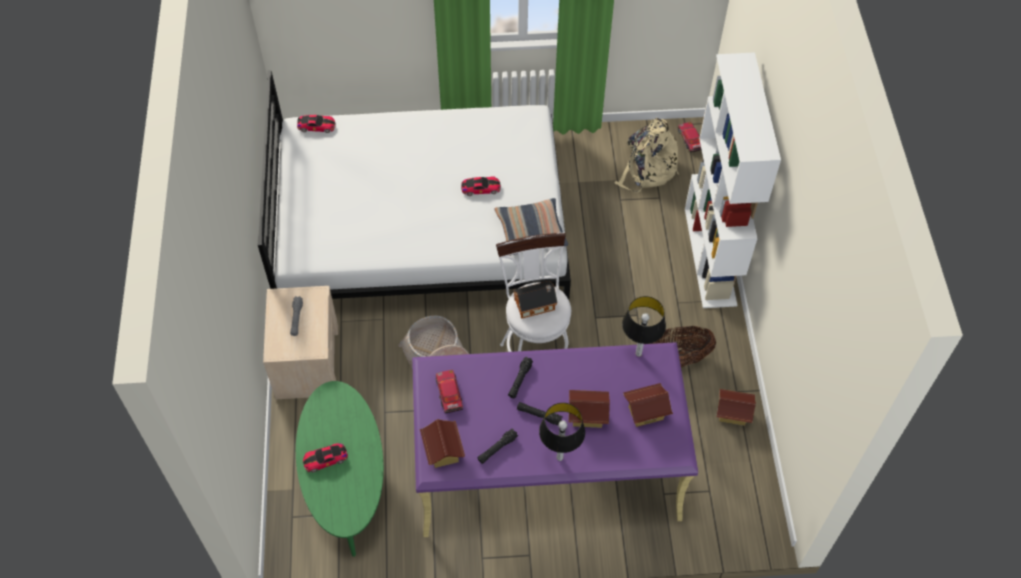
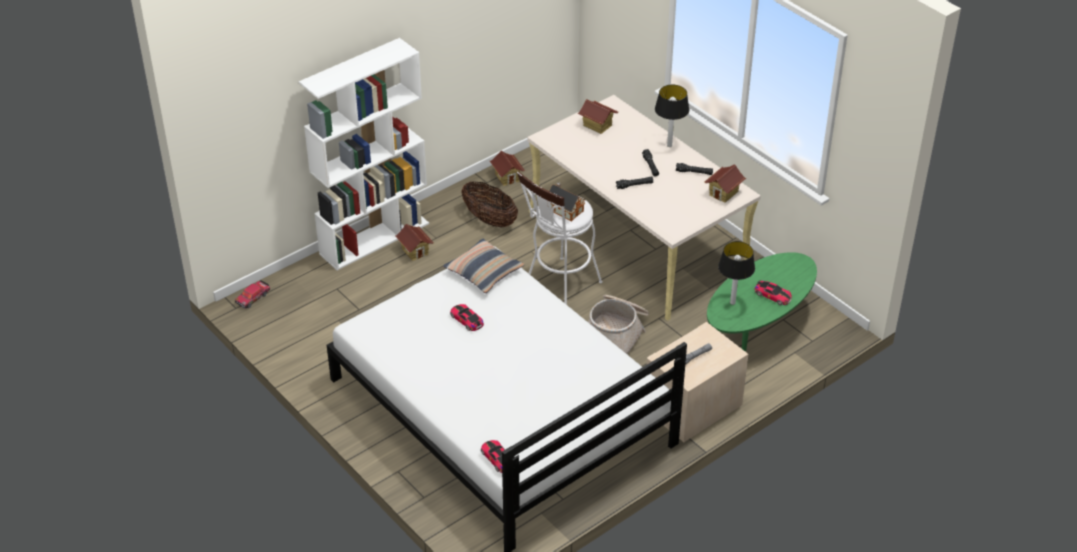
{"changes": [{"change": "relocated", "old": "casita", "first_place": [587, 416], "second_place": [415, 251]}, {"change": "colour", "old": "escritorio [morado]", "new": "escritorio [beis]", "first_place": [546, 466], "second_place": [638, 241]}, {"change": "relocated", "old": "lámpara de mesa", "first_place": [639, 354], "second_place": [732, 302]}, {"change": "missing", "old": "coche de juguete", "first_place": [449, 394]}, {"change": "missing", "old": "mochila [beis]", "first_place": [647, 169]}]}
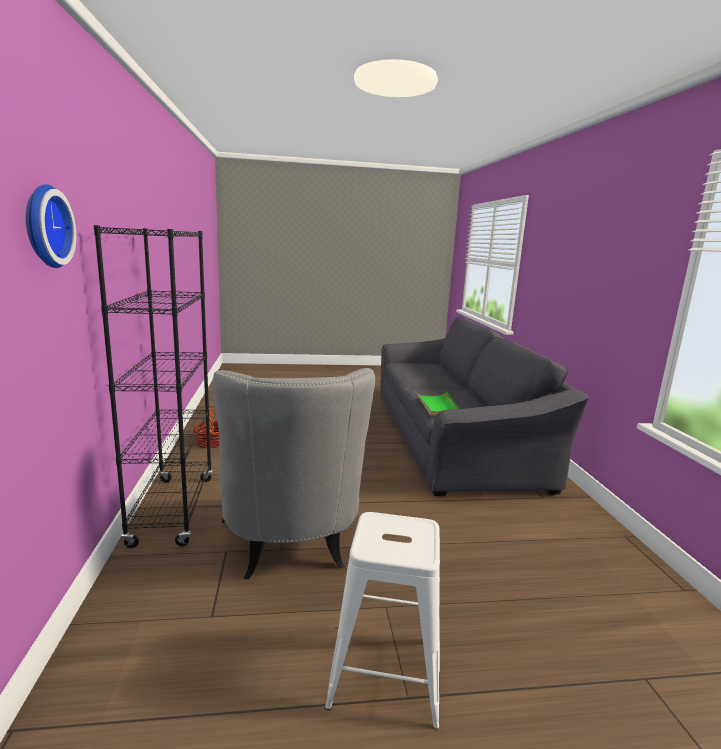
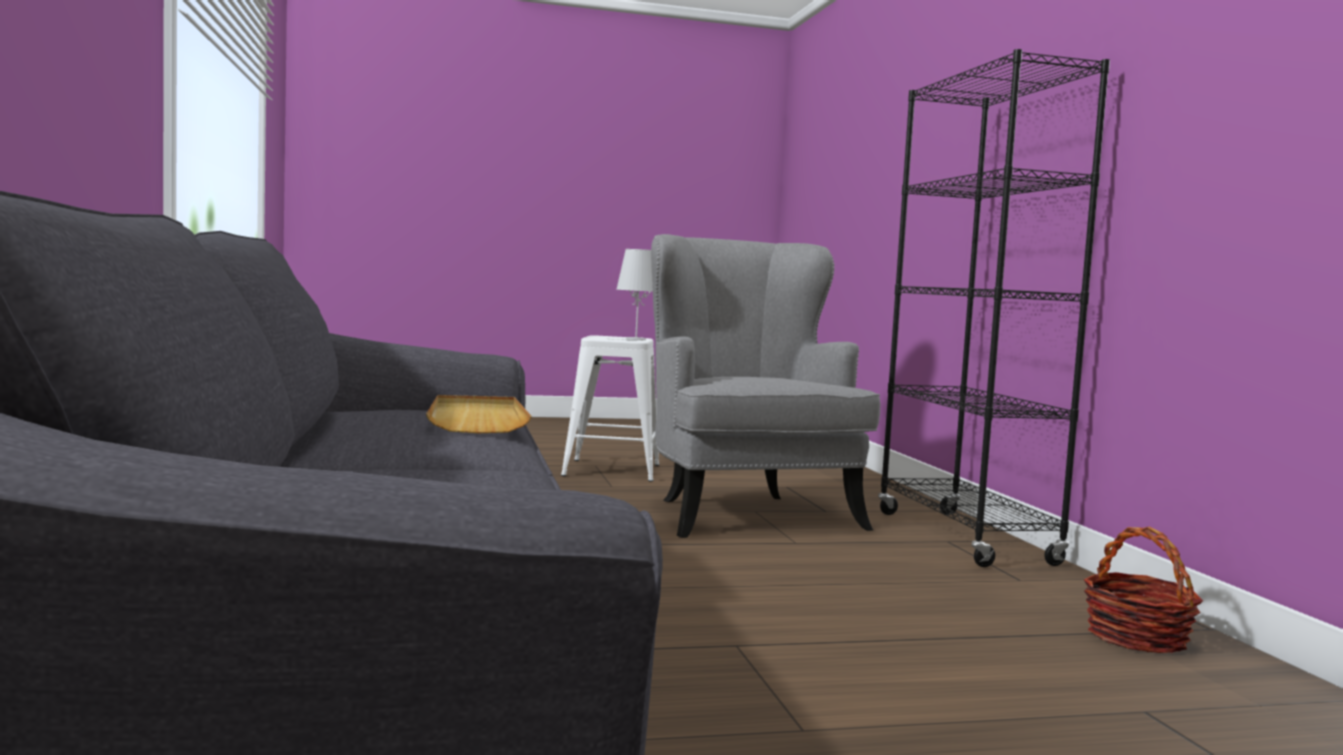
{"changes": [{"change": "colour", "old": "bandeja [verde]", "new": "bandeja [beis]", "first_place": [437, 405], "second_place": [477, 420]}, {"change": "appeared", "new": "lámpara de mesa [blanco]", "second_place": [636, 339]}, {"change": "missing", "old": "reloj de pared", "first_place": [44, 226]}]}
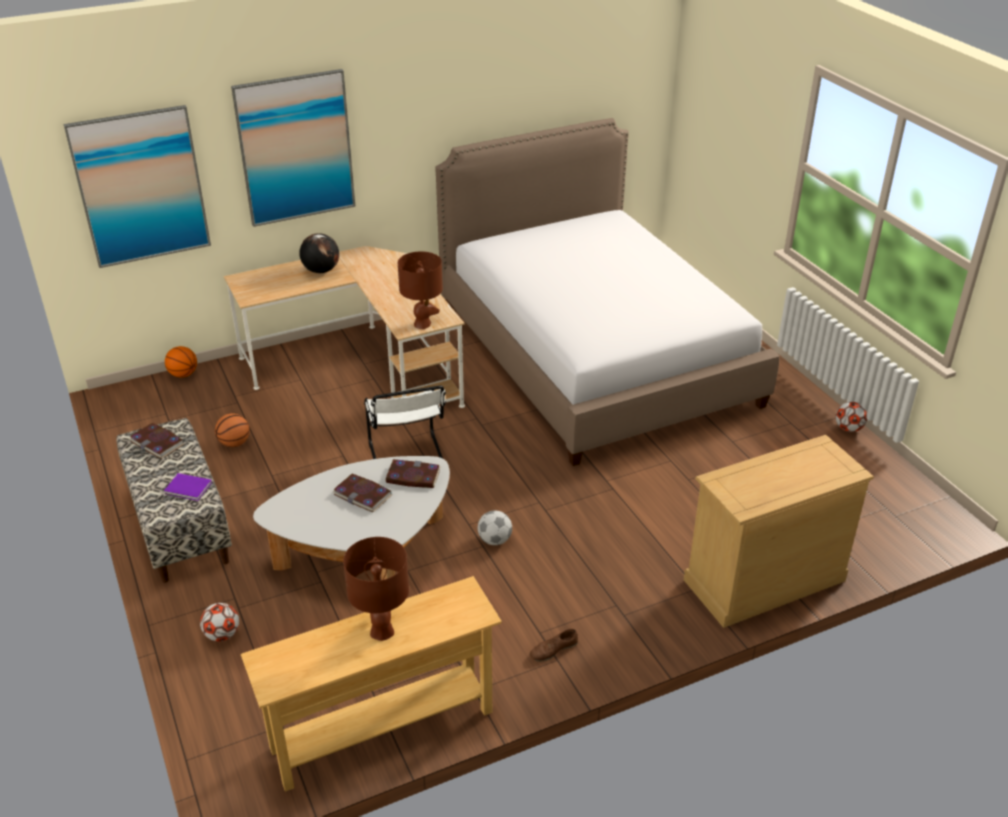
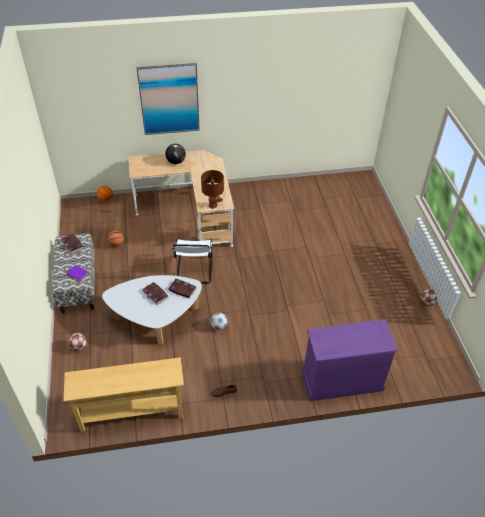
{"changes": [{"change": "colour", "old": "cómoda [beis]", "new": "cómoda [morado]", "first_place": [763, 580], "second_place": [341, 380]}, {"change": "missing", "old": "cuadro", "first_place": [141, 187]}, {"change": "missing", "old": "lámpara de mesa [marrón]", "first_place": [382, 630]}, {"change": "missing", "old": "cama", "first_place": [595, 355]}]}
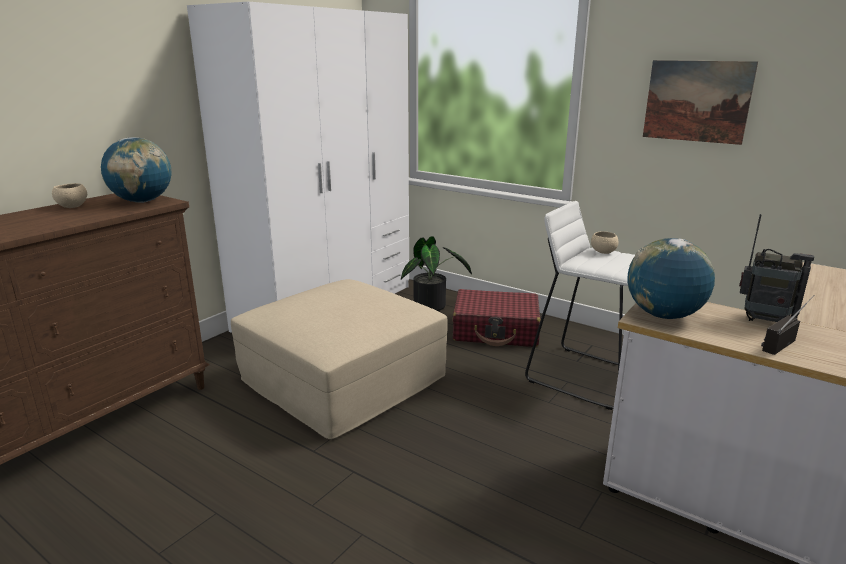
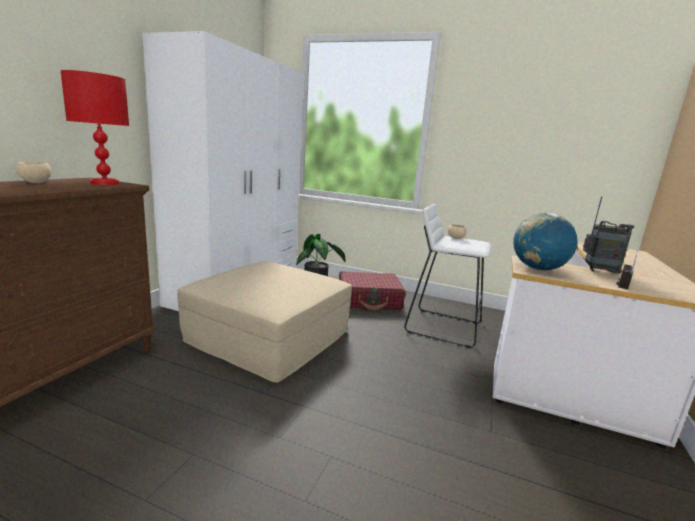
{"changes": [{"change": "exchanged", "old": "globo terráqueo", "new": "lámpara de mesa [rojo]", "first_place": [142, 201], "second_place": [105, 183]}, {"change": "missing", "old": "cuadro", "first_place": [696, 101]}]}
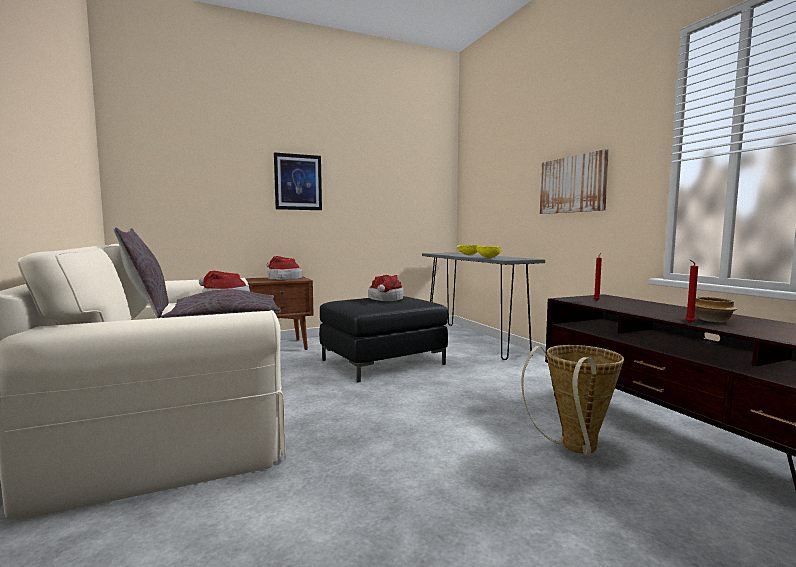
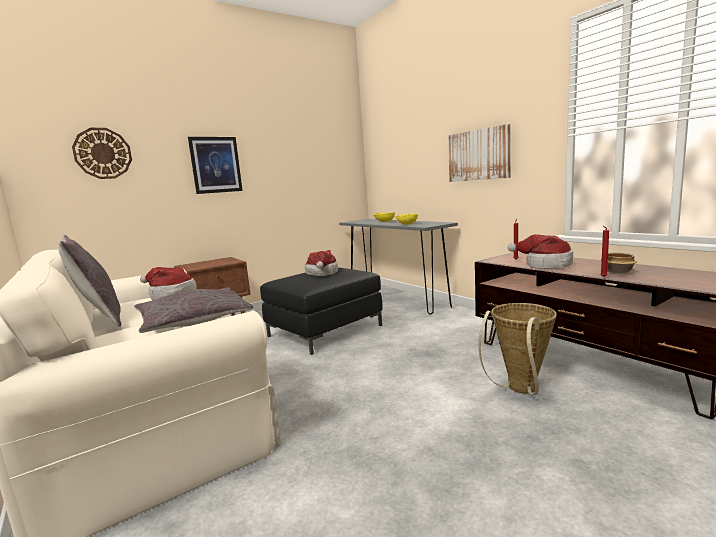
{"changes": [{"change": "appeared", "new": "reloj de pared", "second_place": [103, 153]}, {"change": "relocated", "old": "sombrero", "first_place": [283, 278], "second_place": [545, 265]}]}
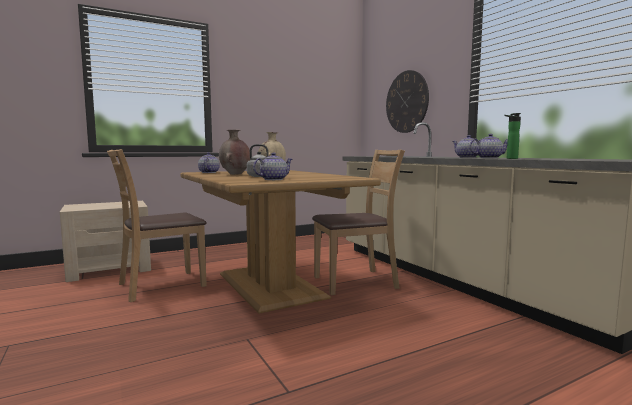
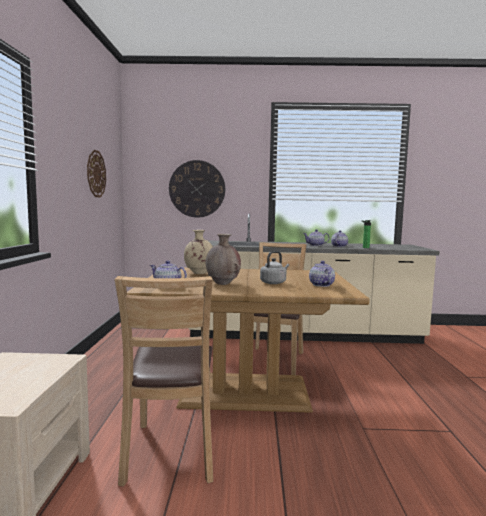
{"changes": [{"change": "appeared", "new": "reloj de pared", "second_place": [96, 174]}]}
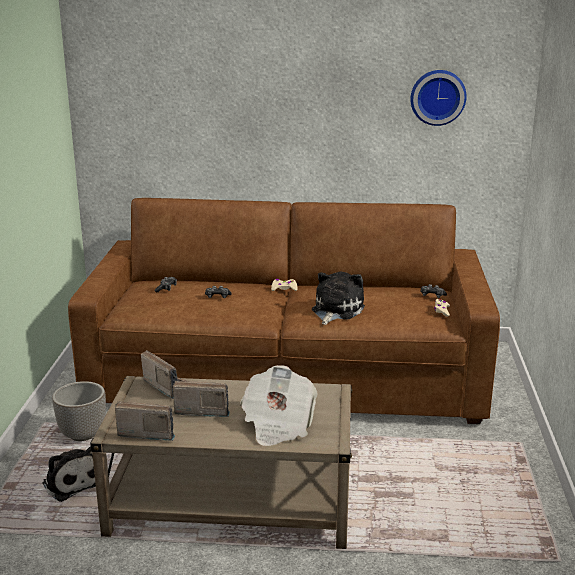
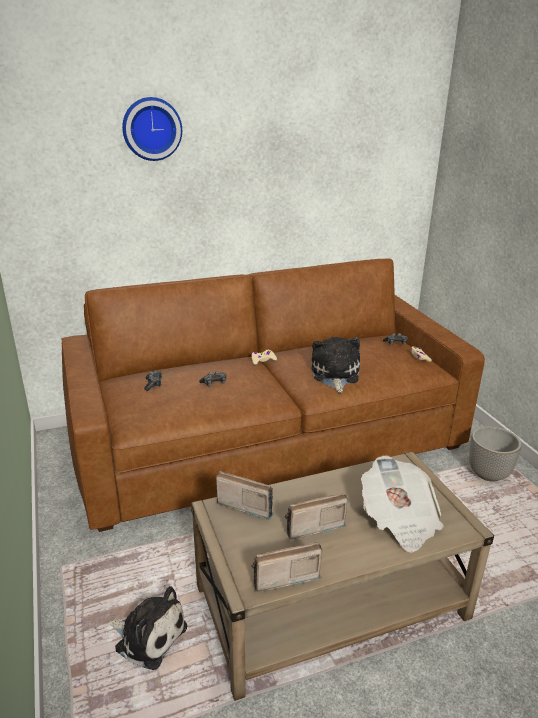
{"changes": [{"change": "relocated", "old": "reloj de pared", "first_place": [437, 97], "second_place": [151, 129]}, {"change": "relocated", "old": "maceta", "first_place": [83, 435], "second_place": [489, 475]}]}
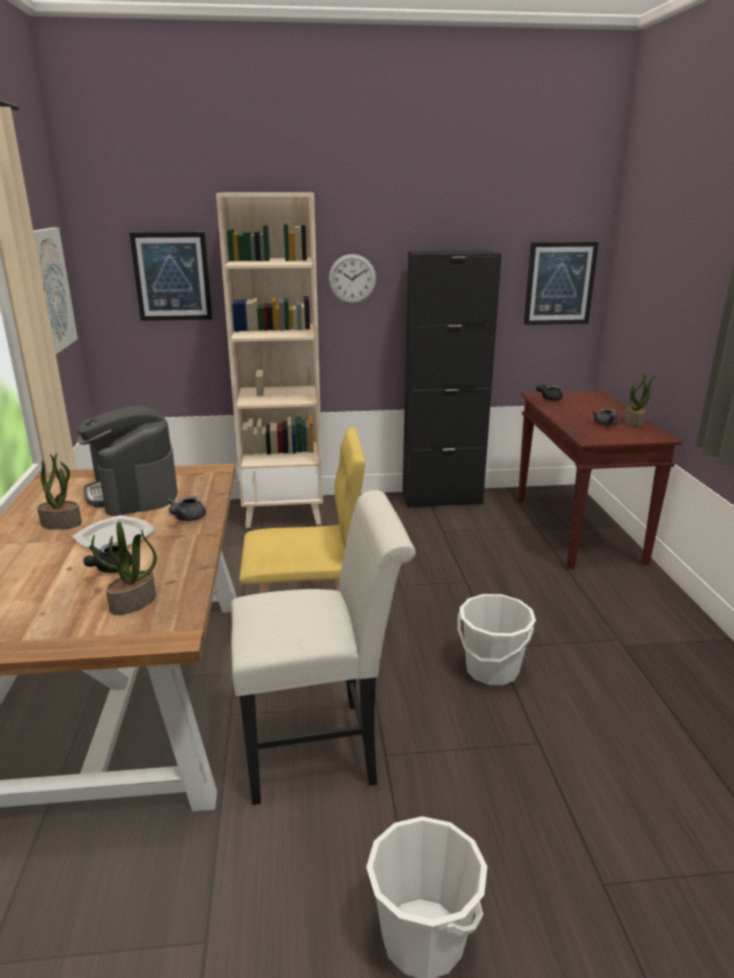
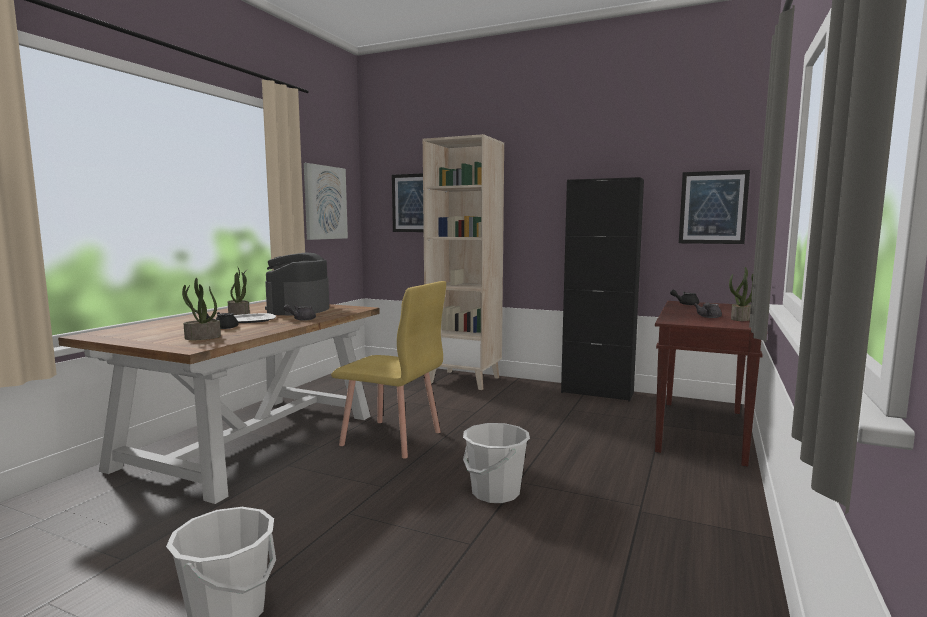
{"changes": [{"change": "missing", "old": "silla [blanco]", "first_place": [321, 748]}, {"change": "missing", "old": "reloj de pared", "first_place": [352, 279]}]}
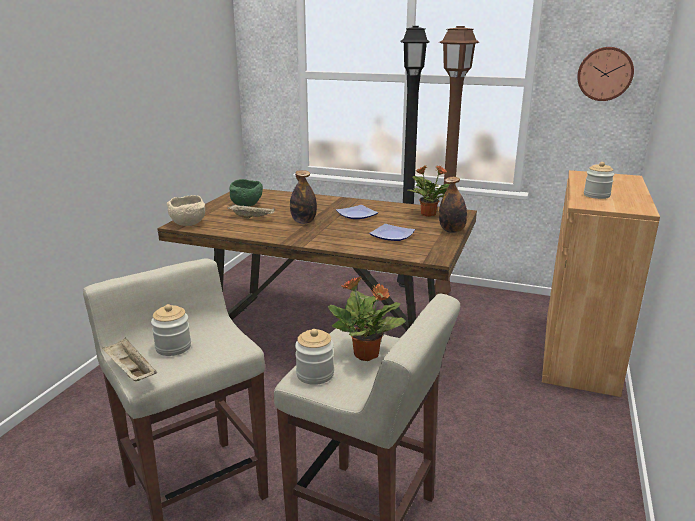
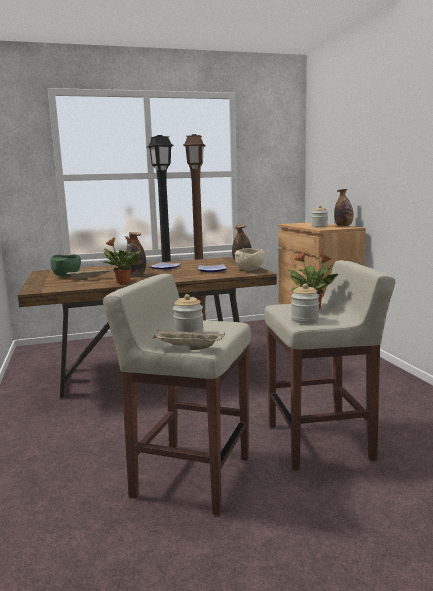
{"changes": [{"change": "relocated", "old": "planta en maceta", "first_place": [427, 214], "second_place": [122, 282]}, {"change": "relocated", "old": "cuenco [beis]", "first_place": [189, 224], "second_place": [250, 270]}, {"change": "appeared", "new": "botella", "second_place": [343, 226]}, {"change": "missing", "old": "reloj de pared", "first_place": [604, 73]}]}
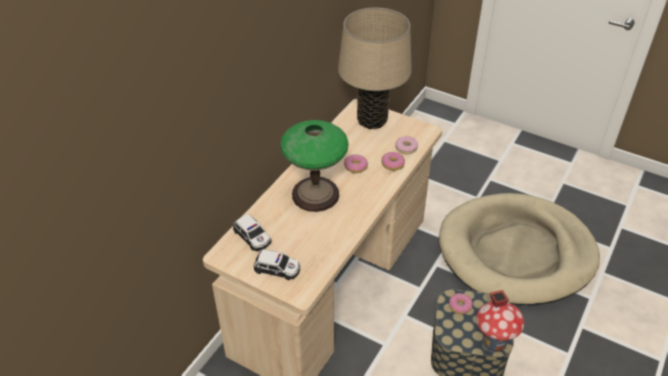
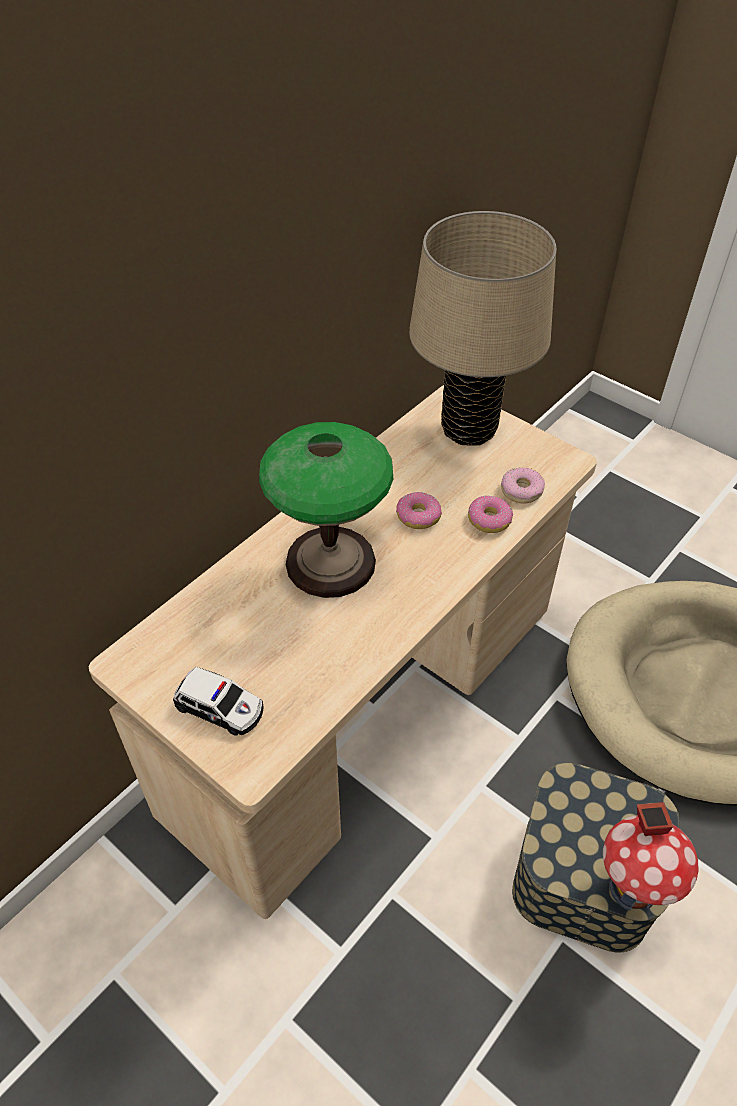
{"changes": [{"change": "missing", "old": "coche de juguete", "first_place": [252, 237]}, {"change": "missing", "old": "rosquilla", "first_place": [460, 306]}]}
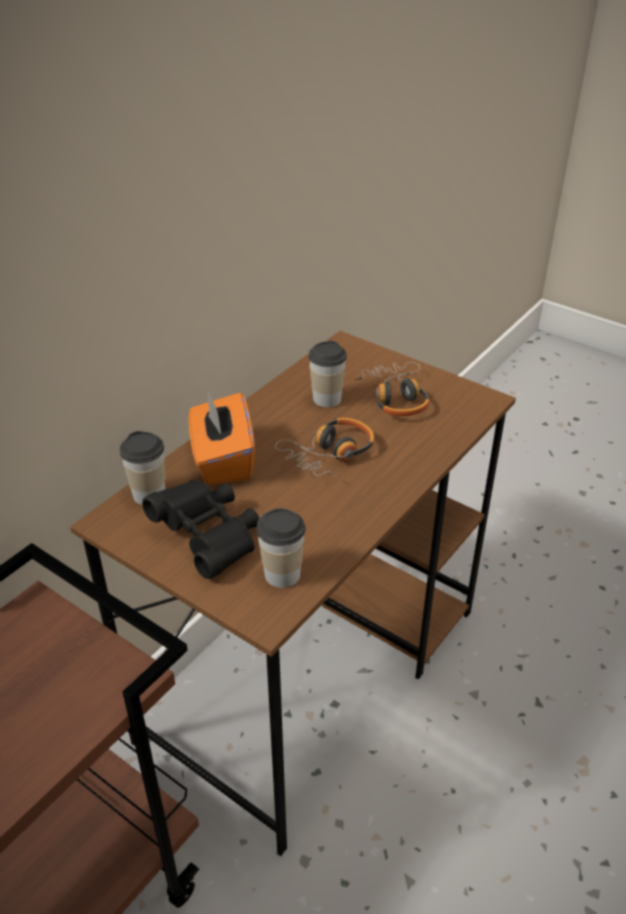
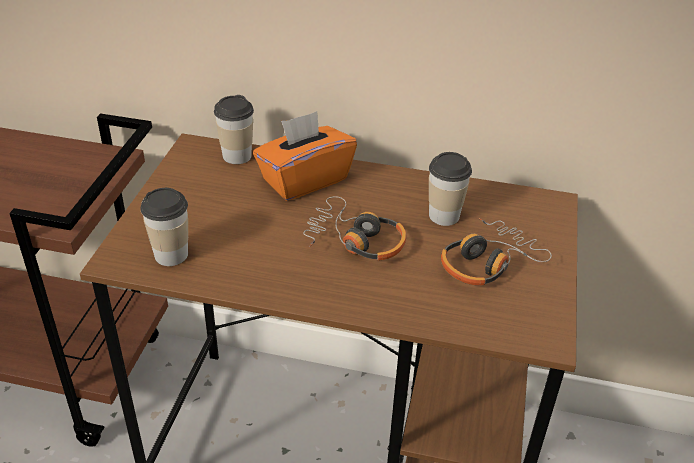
{"changes": [{"change": "missing", "old": "prismáticos [negro]", "first_place": [209, 538]}]}
